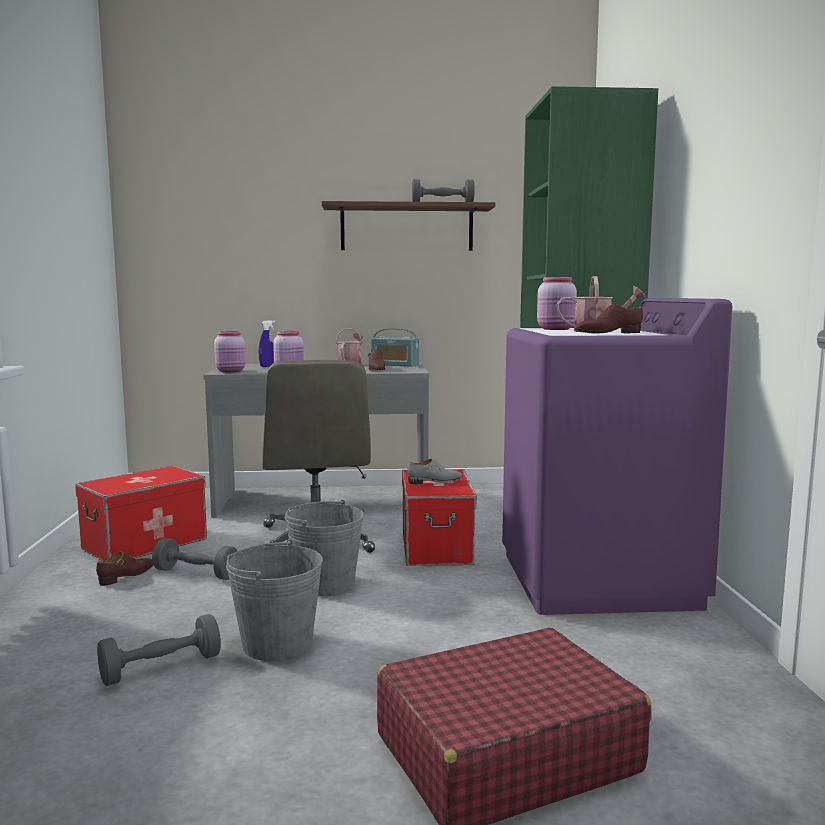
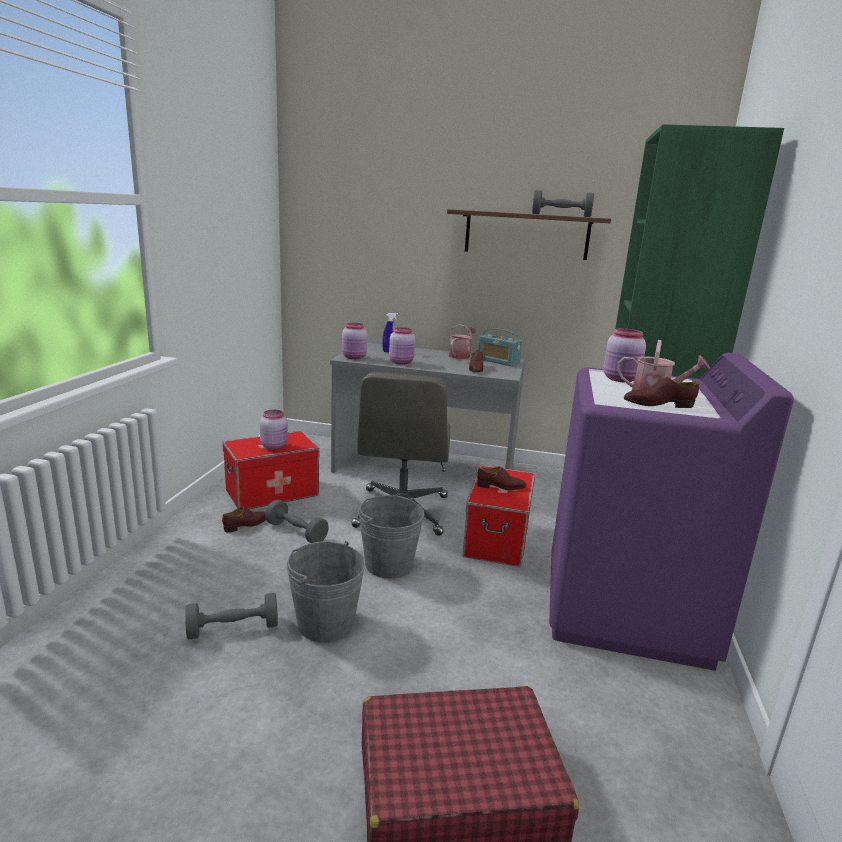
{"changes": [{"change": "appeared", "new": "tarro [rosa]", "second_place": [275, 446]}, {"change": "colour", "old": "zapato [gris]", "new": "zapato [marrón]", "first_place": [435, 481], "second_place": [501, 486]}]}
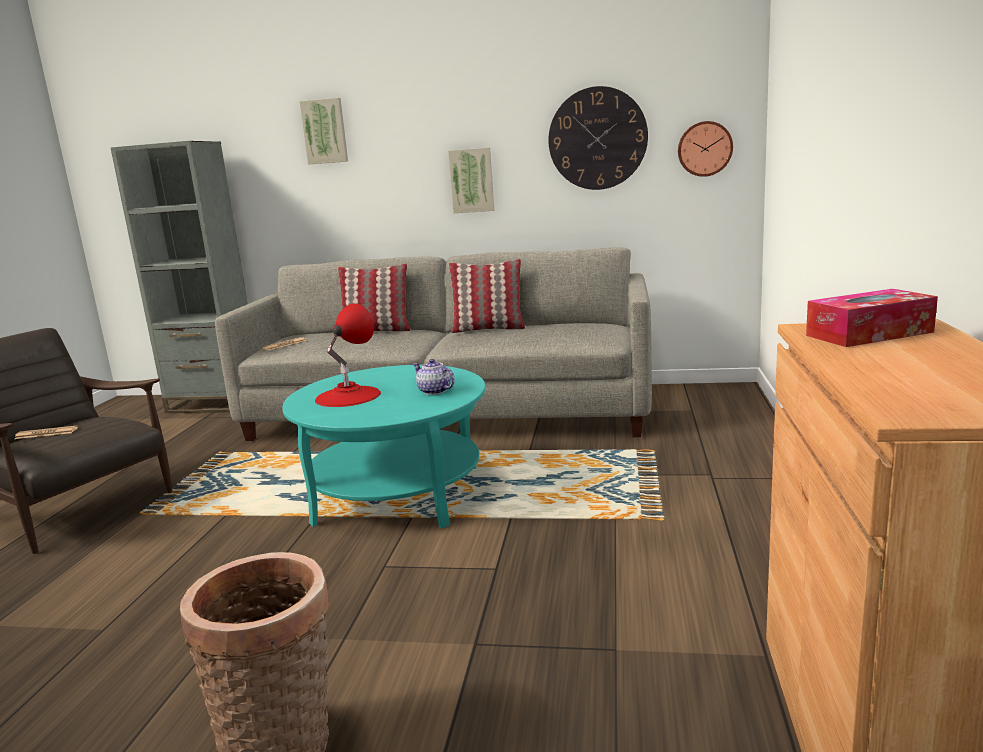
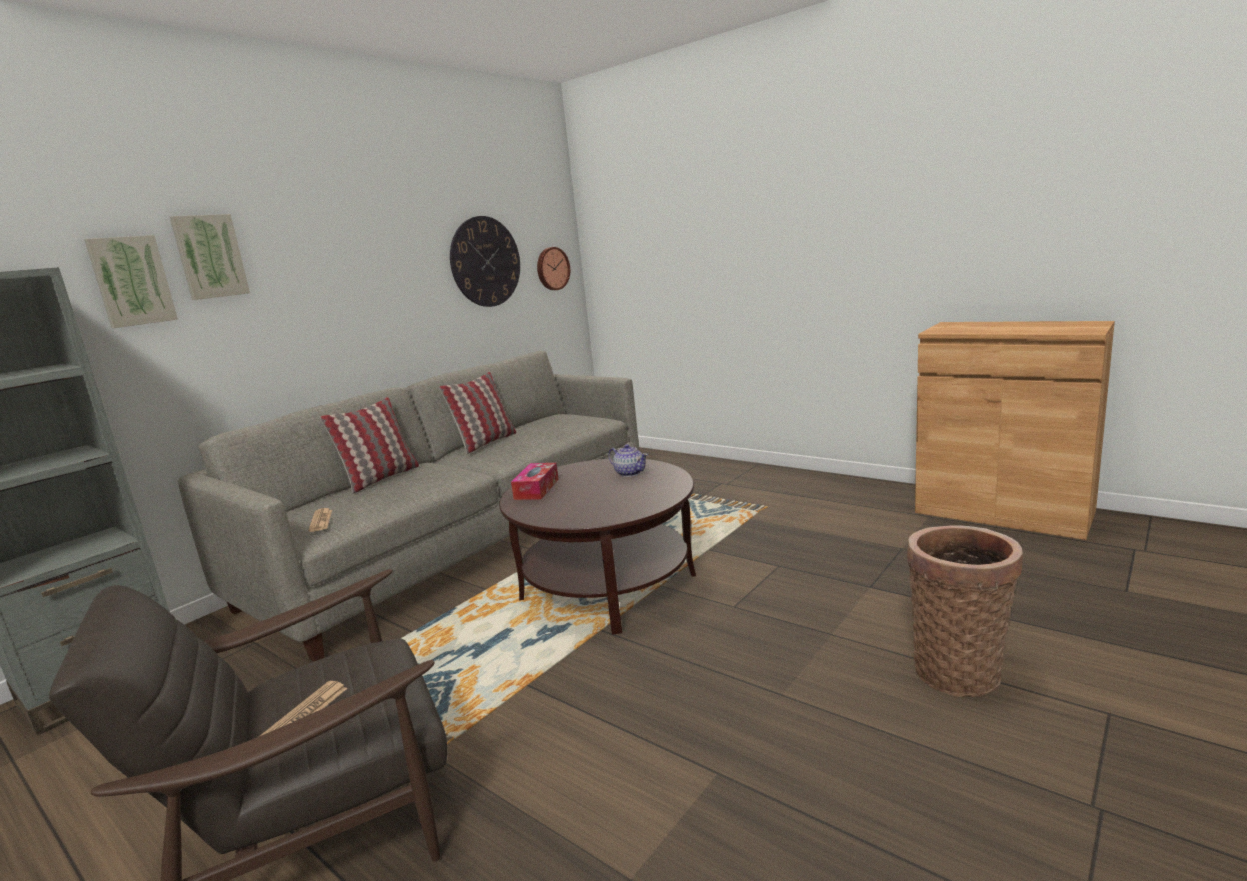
{"changes": [{"change": "relocated", "old": "cuadro", "first_place": [472, 180], "second_place": [131, 281]}, {"change": "colour", "old": "mesa de centro [turquesa]", "new": "mesa de centro [marrón]", "first_place": [397, 494], "second_place": [608, 586]}, {"change": "relocated", "old": "caja de pañuelos", "first_place": [869, 334], "second_place": [536, 489]}, {"change": "spun", "old": "tetera", "first_place": [434, 391], "second_place": [629, 473], "degrees": -120}, {"change": "missing", "old": "lámpara de mesa [rojo]", "first_place": [348, 396]}]}
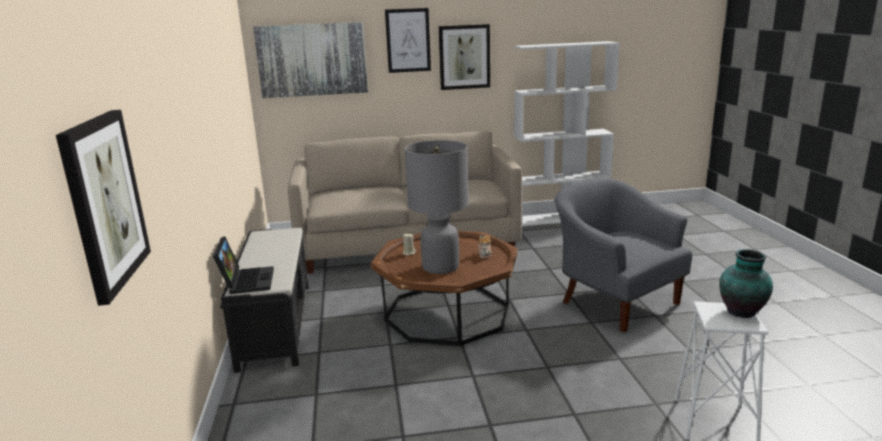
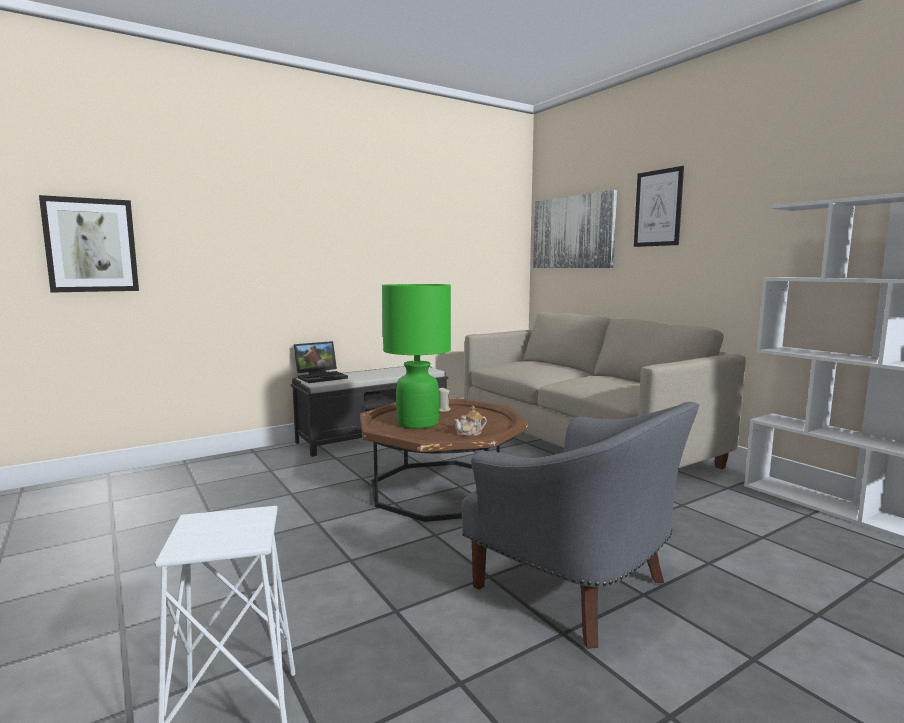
{"changes": [{"change": "colour", "old": "lámpara de mesa [gris]", "new": "lámpara de mesa [verde]", "first_place": [440, 267], "second_place": [418, 423]}, {"change": "spun", "old": "sillón [gris]", "first_place": [615, 301], "second_place": [578, 589], "degrees": 105}, {"change": "missing", "old": "cuadro", "first_place": [464, 57]}, {"change": "missing", "old": "florero", "first_place": [742, 312]}]}
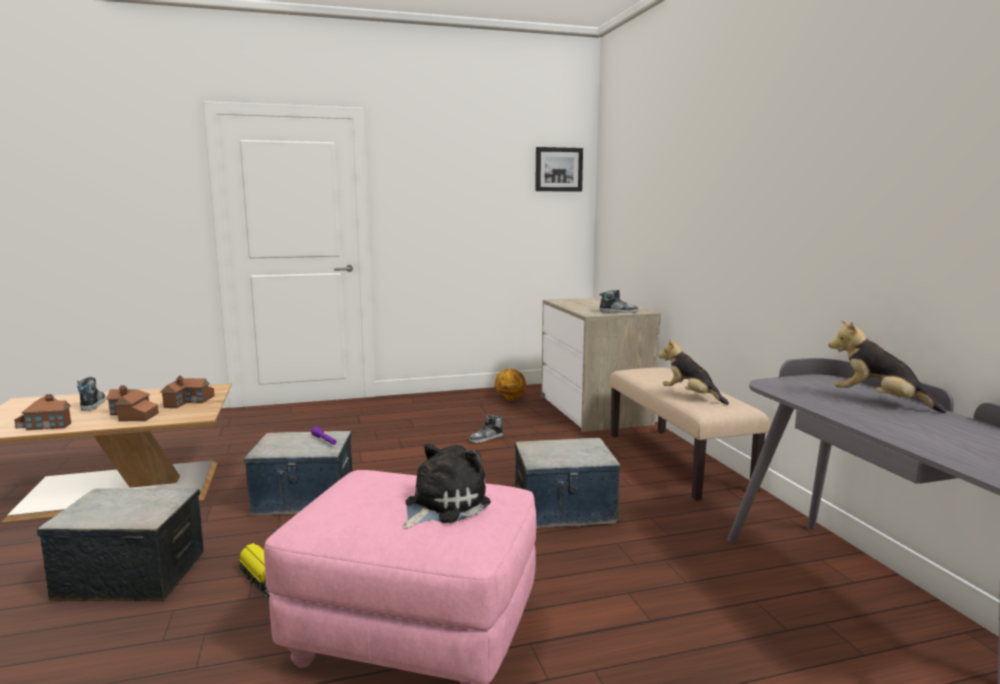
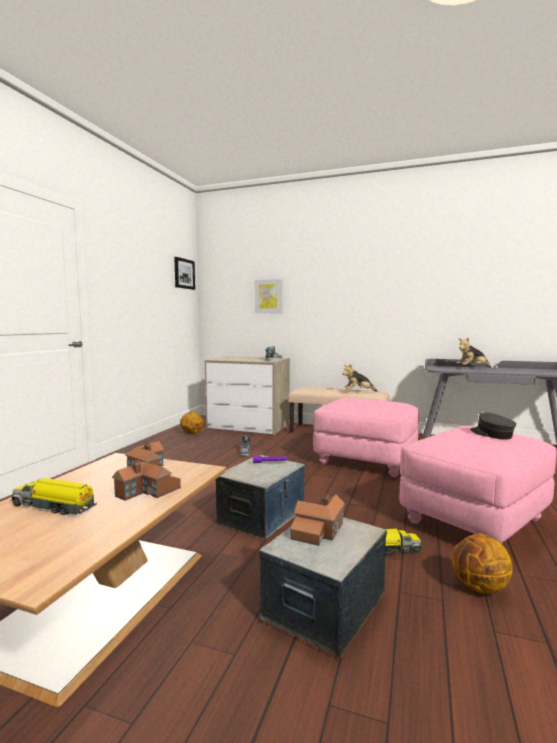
{"changes": [{"change": "exchanged", "old": "zapato", "new": "camión de juguete", "first_place": [93, 404], "second_place": [54, 506]}, {"change": "appeared", "new": "cuadro", "second_place": [268, 296]}, {"change": "relocated", "old": "casita", "first_place": [46, 424], "second_place": [318, 531]}, {"change": "exchanged", "old": "caja de almacenaje", "new": "puf [rosa]", "first_place": [564, 510], "second_place": [366, 461]}, {"change": "appeared", "new": "balón de baloncesto", "second_place": [479, 587]}, {"change": "exchanged", "old": "peluche", "new": "gorra [gris]", "first_place": [442, 506], "second_place": [491, 434]}]}
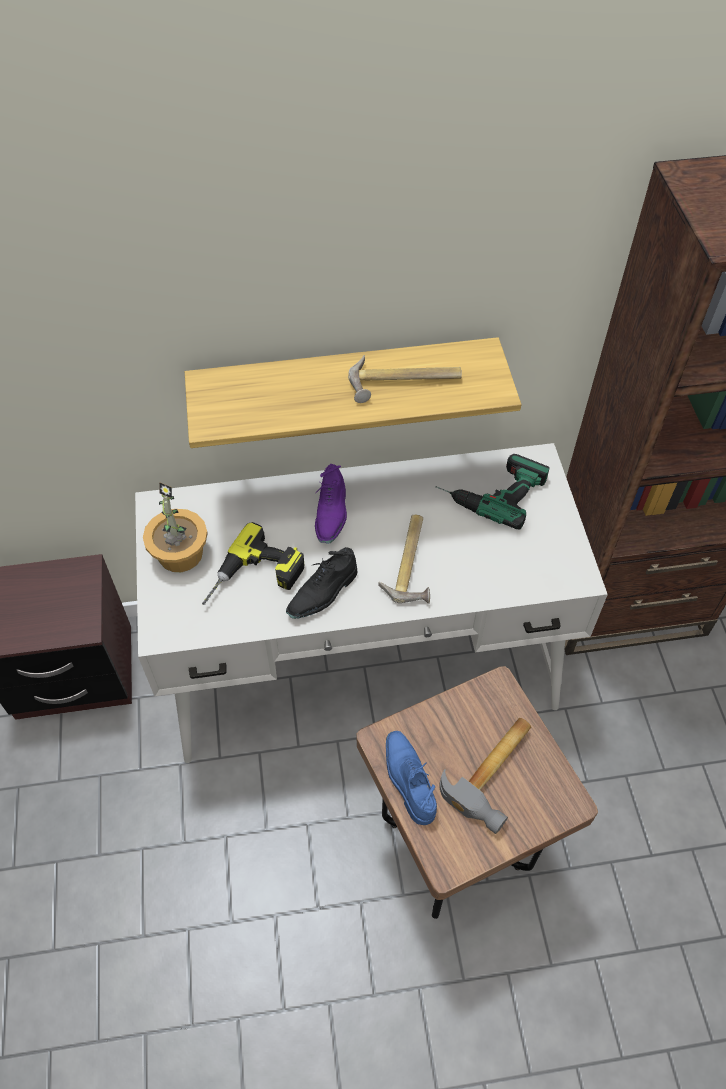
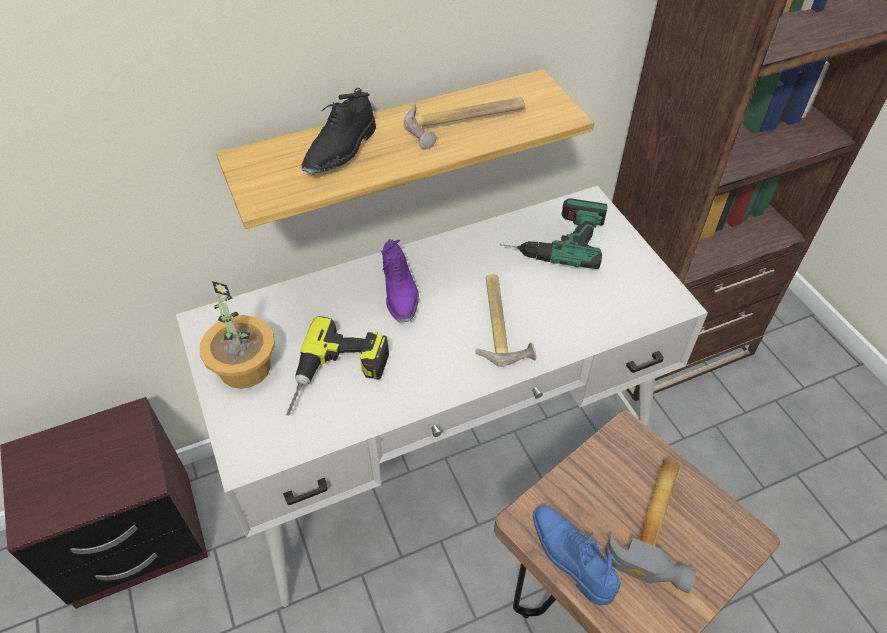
{"changes": [{"change": "relocated", "old": "zapato [negro]", "first_place": [323, 593], "second_place": [341, 151]}]}
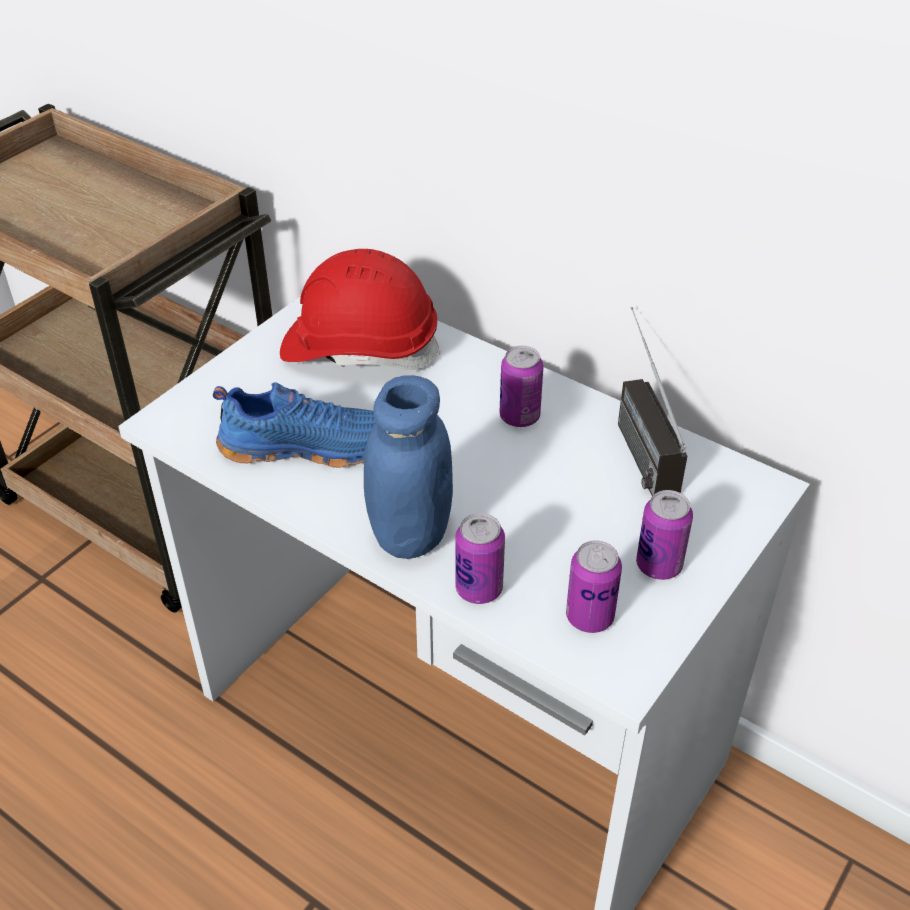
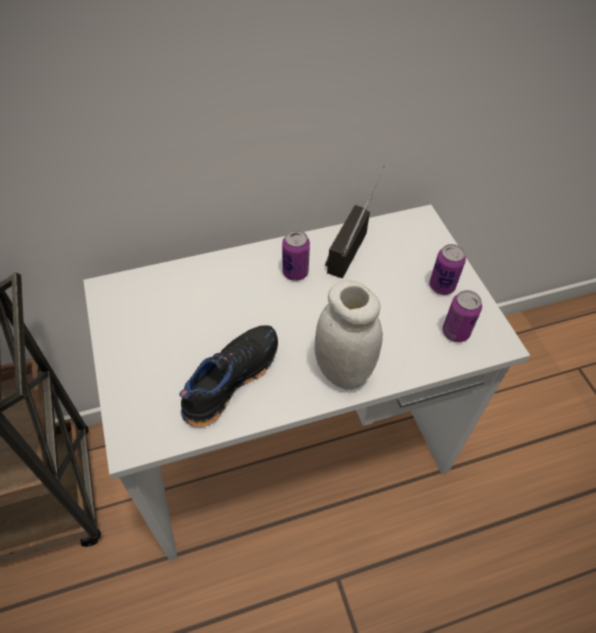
{"changes": [{"change": "colour", "old": "zapato [azul]", "new": "zapato [negro]", "first_place": [307, 445], "second_place": [229, 379]}, {"change": "colour", "old": "tarro [azul]", "new": "tarro [blanco]", "first_place": [410, 534], "second_place": [343, 371]}, {"change": "spun", "old": "radio", "first_place": [634, 438], "second_place": [351, 240], "degrees": 90}, {"change": "missing", "old": "casco [rojo]", "first_place": [359, 348]}, {"change": "missing", "old": "lata", "first_place": [479, 589]}]}
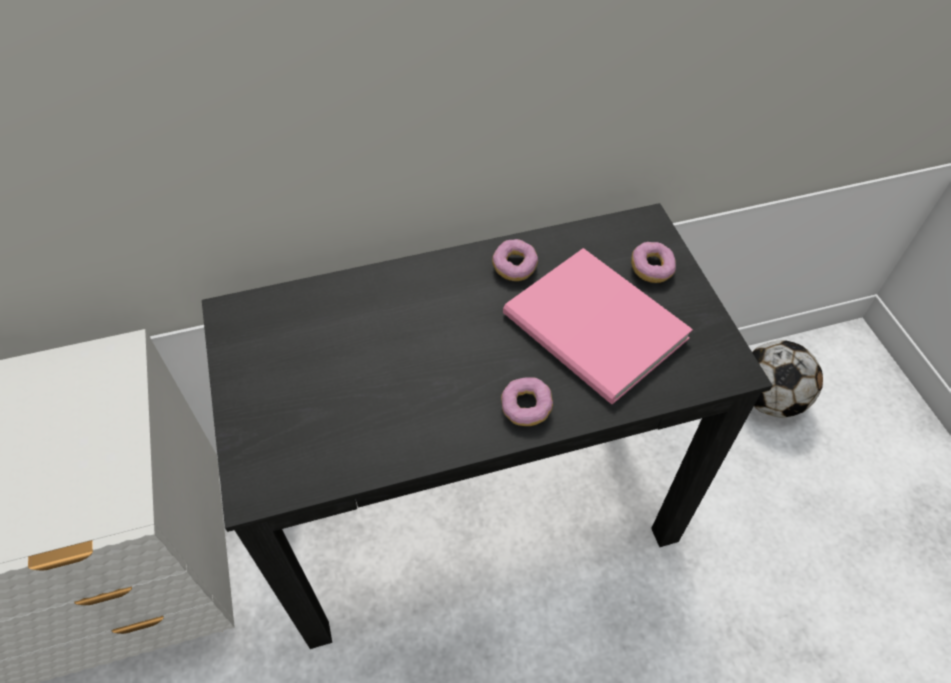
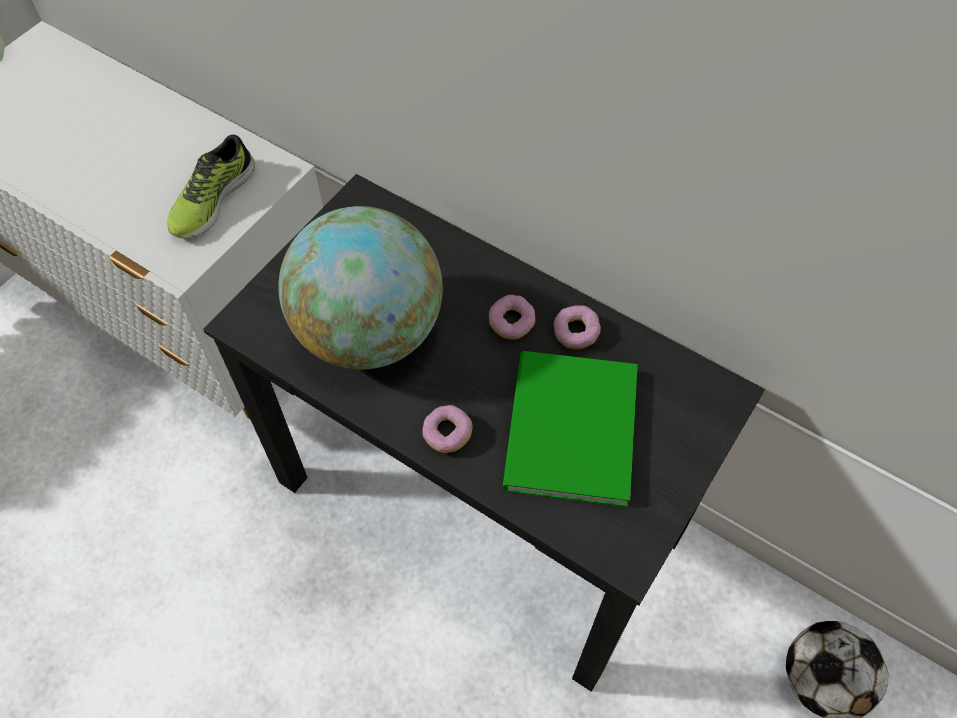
{"changes": [{"change": "appeared", "new": "zapato", "second_place": [212, 199]}, {"change": "appeared", "new": "globo terráqueo", "second_place": [369, 332]}, {"change": "relocated", "old": "rosquilla", "first_place": [651, 269], "second_place": [511, 323]}, {"change": "colour", "old": "libro [rosa]", "new": "libro [verde]", "first_place": [595, 331], "second_place": [566, 433]}]}
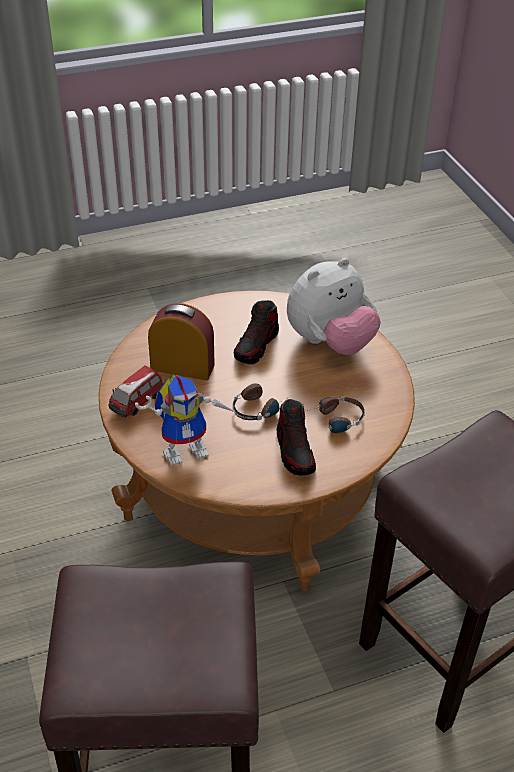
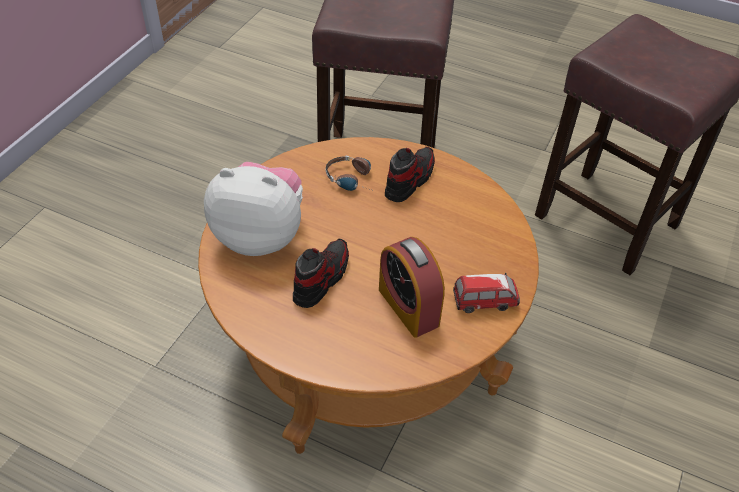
{"changes": [{"change": "spun", "old": "zapato", "first_place": [256, 346], "second_place": [321, 279], "degrees": -45}, {"change": "missing", "old": "robot de juguete", "first_place": [187, 448]}, {"change": "missing", "old": "auriculares", "first_place": [260, 406]}]}
